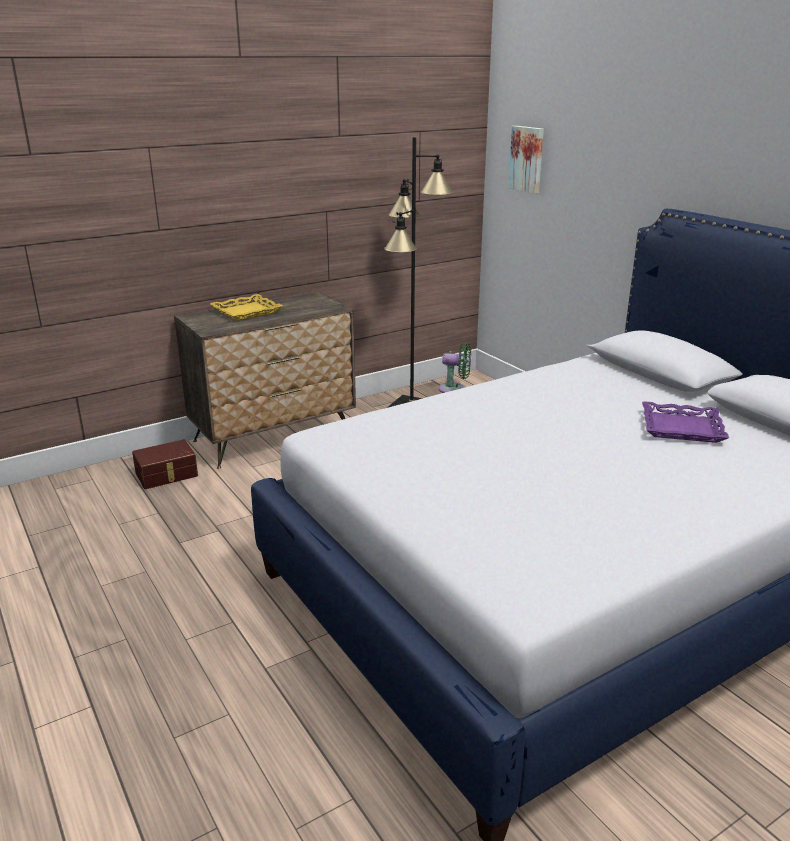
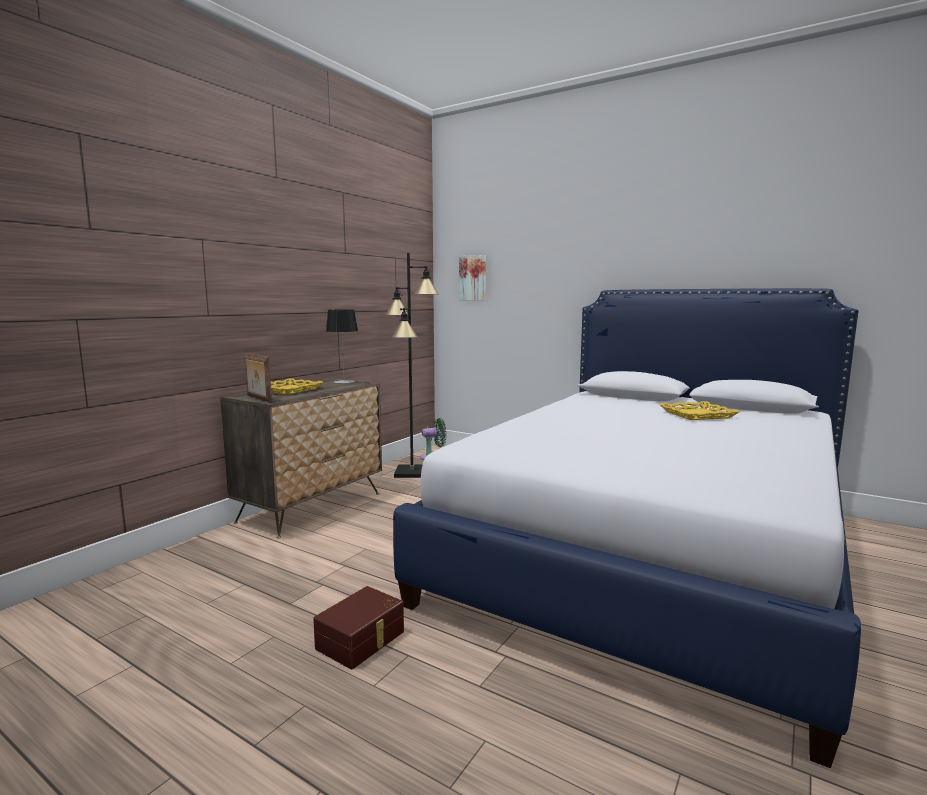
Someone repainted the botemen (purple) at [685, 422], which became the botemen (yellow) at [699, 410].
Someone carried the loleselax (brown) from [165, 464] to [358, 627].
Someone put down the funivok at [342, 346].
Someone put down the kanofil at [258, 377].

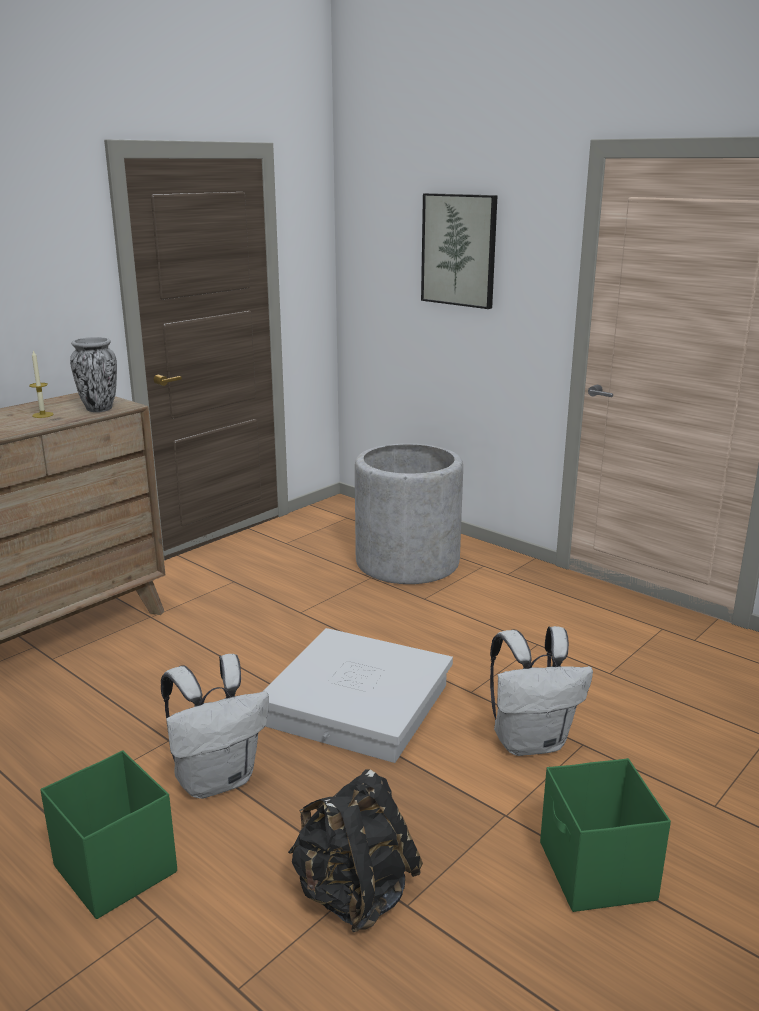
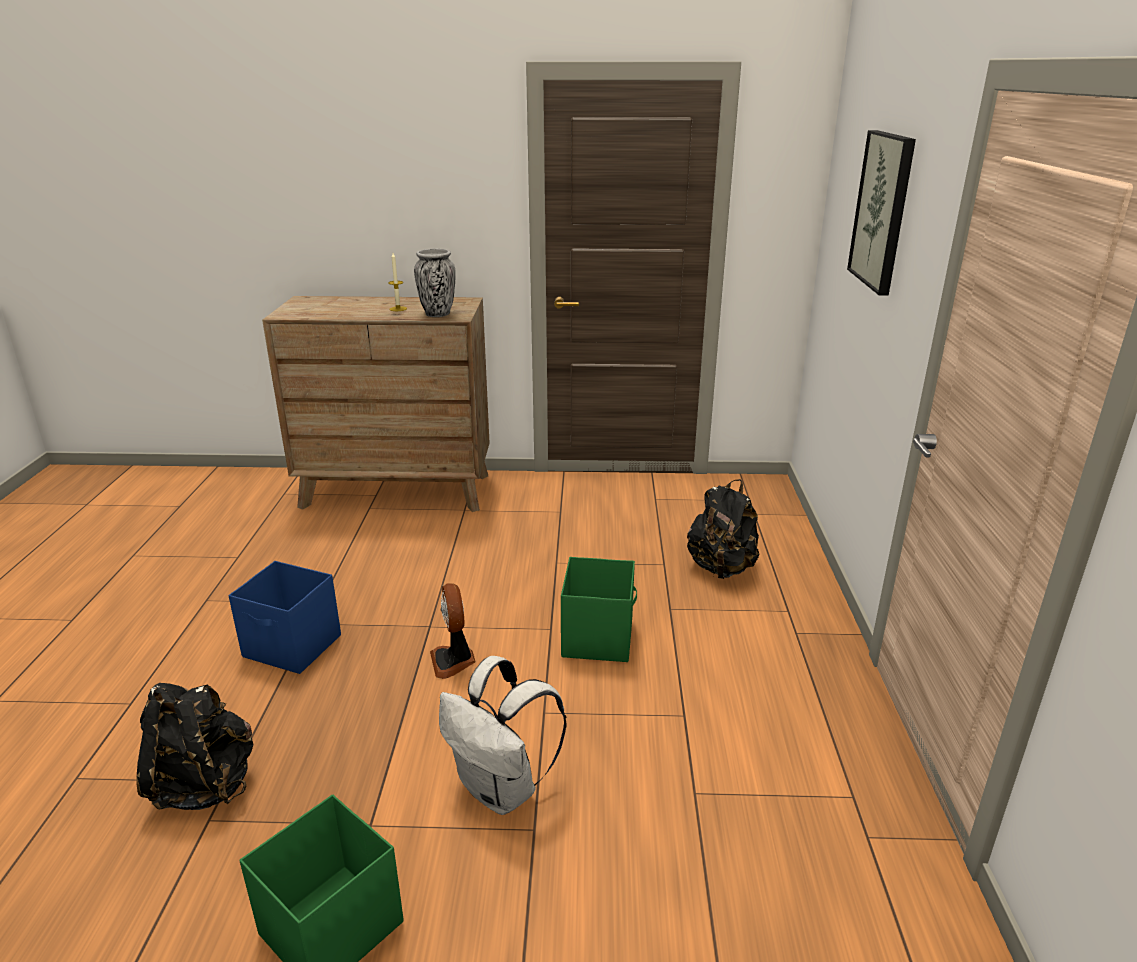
Someone swapped the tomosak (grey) at [409, 513] for the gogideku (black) at [723, 529].
Someone swapped the loleselax (white) at [358, 695] for the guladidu at [453, 631].
Someone swapped the gogideku (white) at [215, 726] for the loleselax (blue) at [284, 617].
Someone carried the loleselax (green) from [108, 834] to [599, 609].

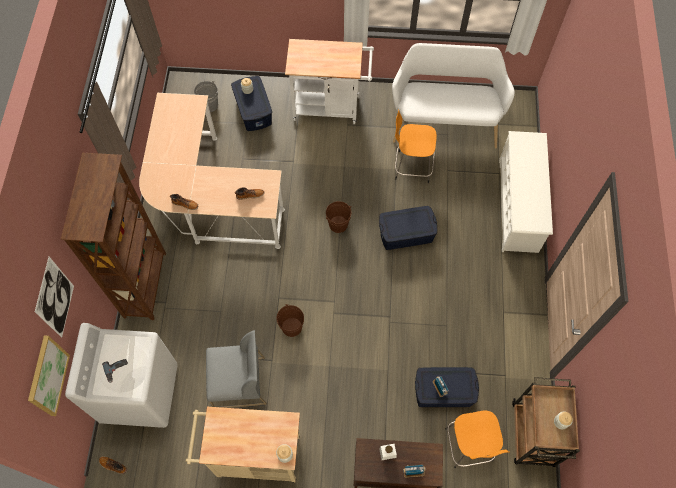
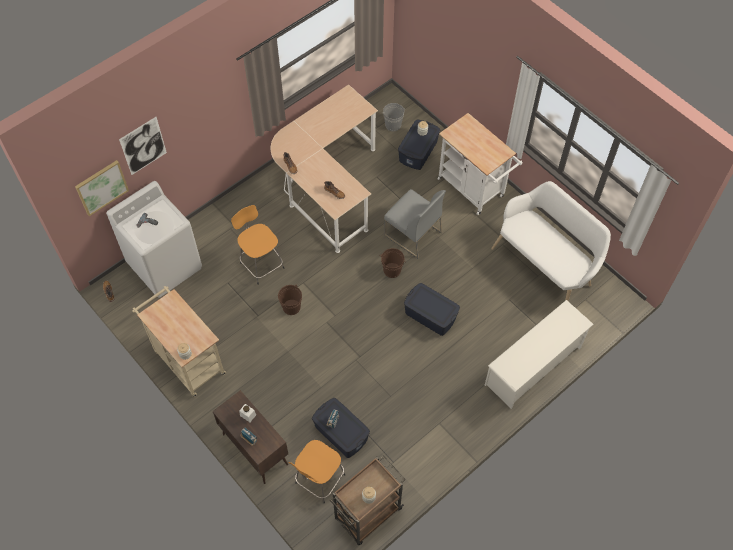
Someone carried the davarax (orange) from [416, 146] to [257, 245].
Someone took away the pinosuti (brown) at [113, 236].
Someone carried the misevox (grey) from [236, 369] to [415, 223].

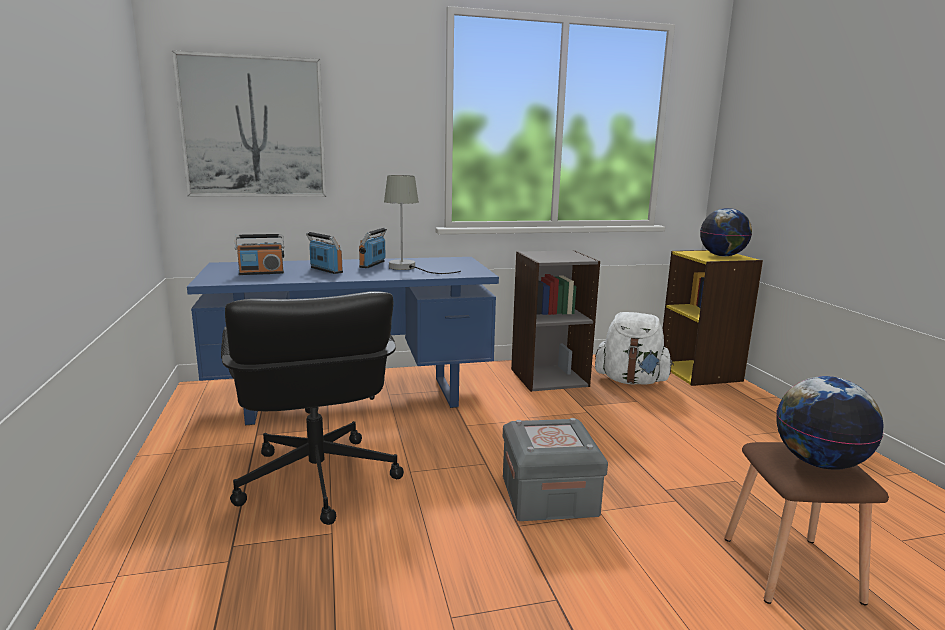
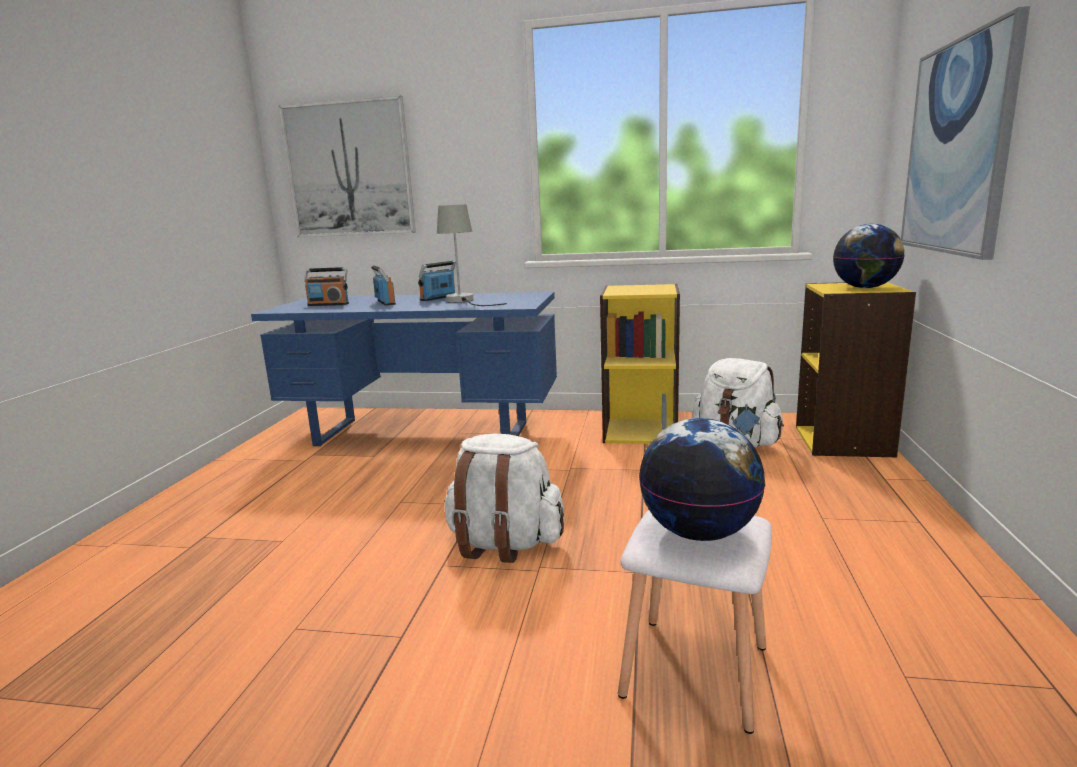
Someone repainted the pinosuti (grey) at [555, 321], which became the pinosuti (yellow) at [640, 364].
Someone took away the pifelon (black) at [312, 408].
Someone swapped the loleselax (grey) at [555, 469] for the gogideku (white) at [504, 498].
Someone repainted the davarax (brown) at [806, 524], which became the davarax (white) at [695, 621].
Someone put up the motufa at [965, 133].

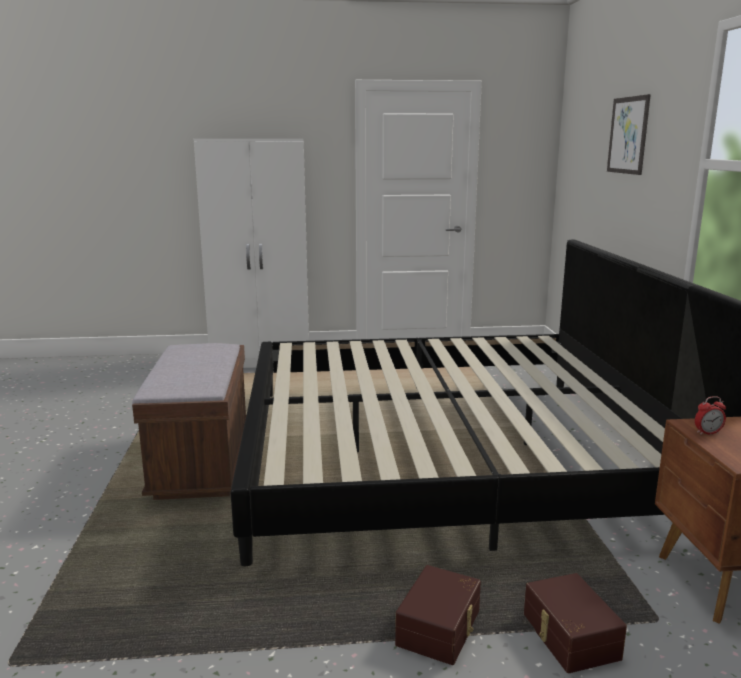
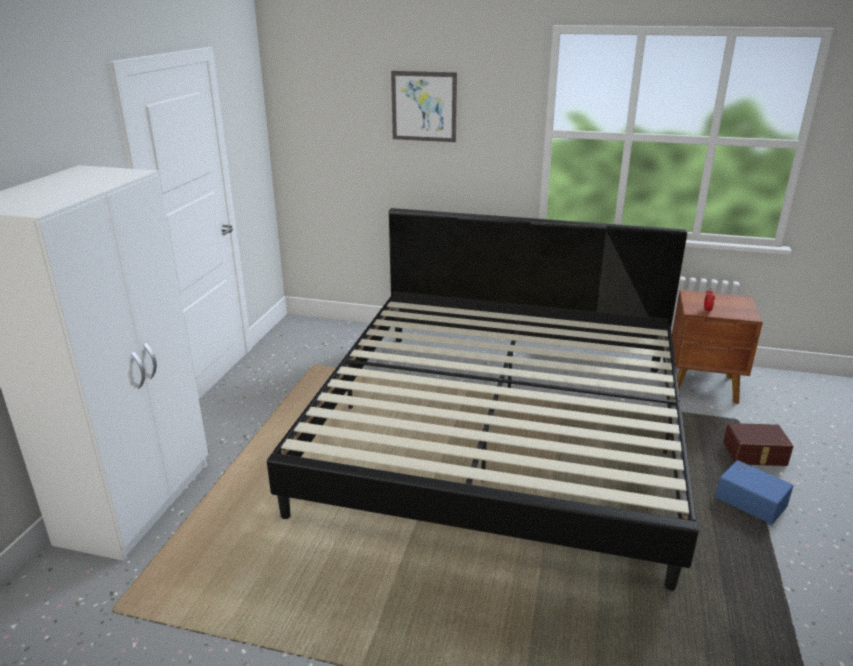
Someone took away the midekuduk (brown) at [189, 421].
Someone repainted the loleselax (brown) at [438, 615], which became the loleselax (blue) at [754, 492].

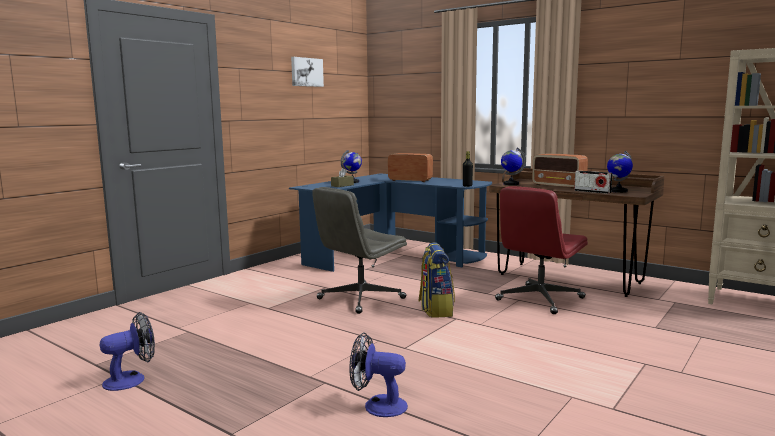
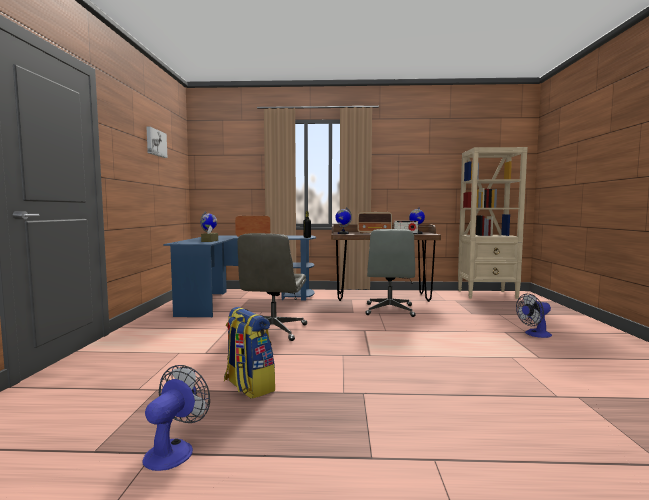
Someone repainted the pifelon (red) at [541, 250], which became the pifelon (grey) at [391, 273].
Someone carried the gogideku from [437, 280] to [249, 353].
Someone carried the guladidu from [379, 374] to [534, 316].

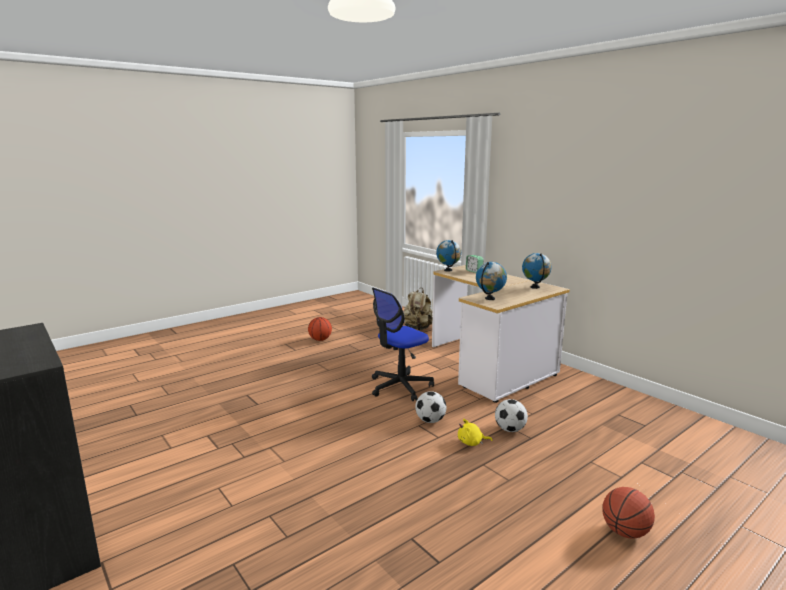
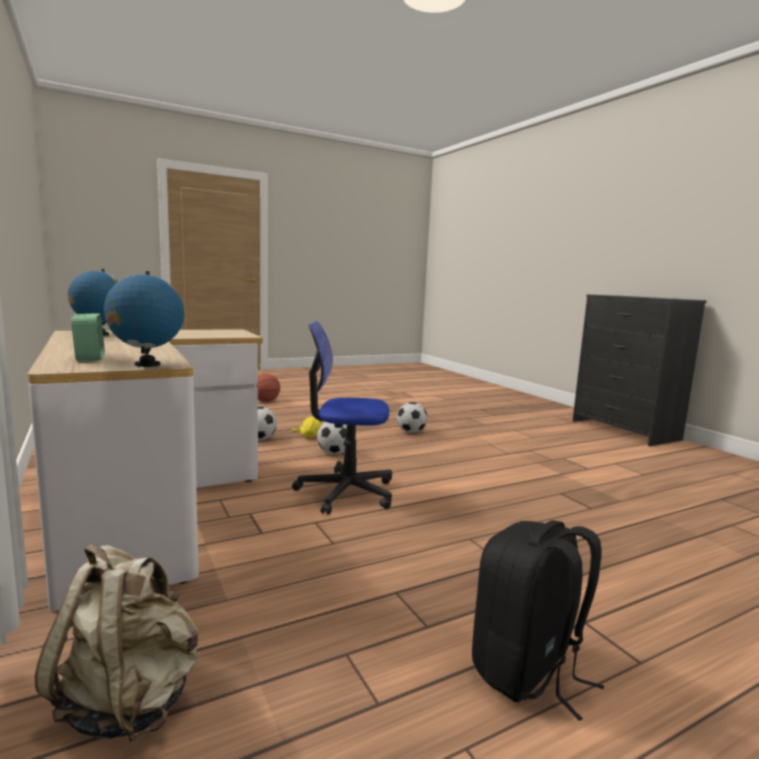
Someone took away the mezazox at [491, 281].
Someone rotated the pifelon at [403, 344] by 150 degrees counterclockwise.
Someone swapped the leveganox at [320, 329] for the gogideku (black) at [538, 620].
Someone put down the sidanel at [412, 417].

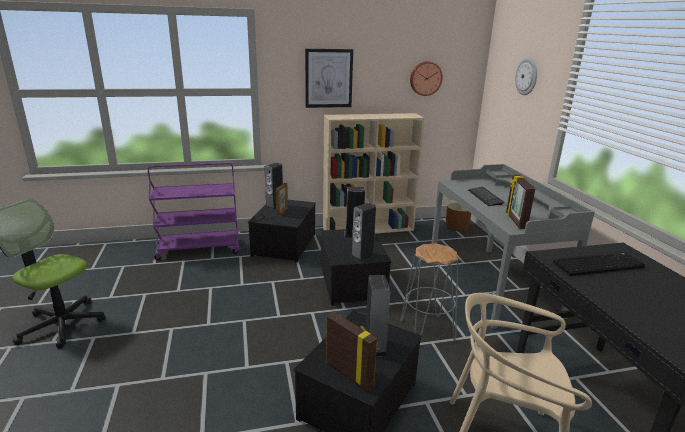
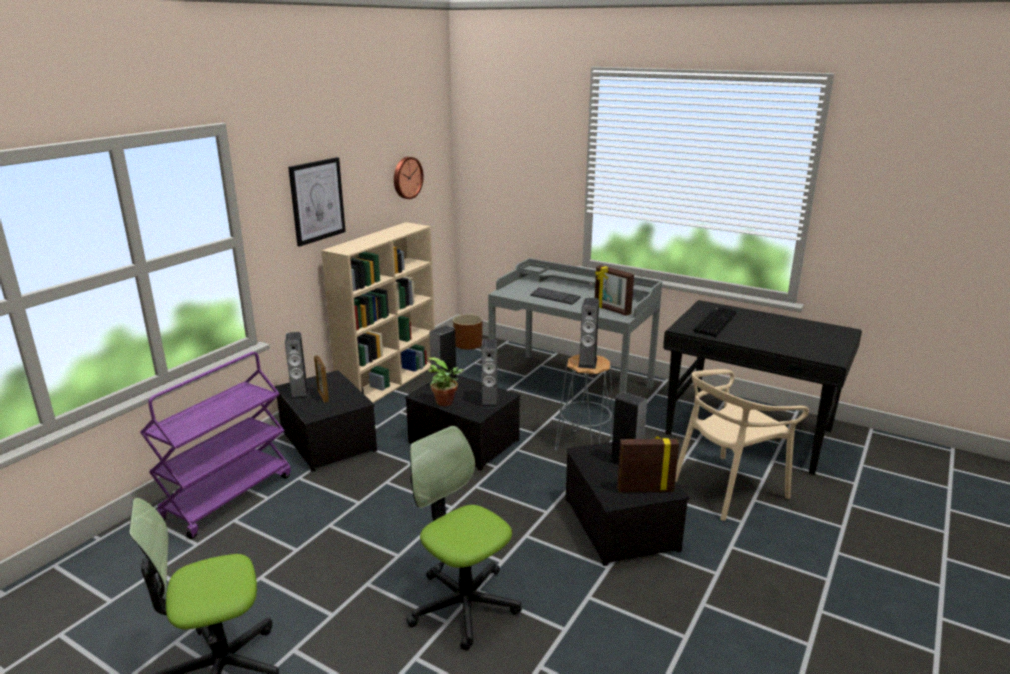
Someone took away the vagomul at [526, 76].
Someone put down the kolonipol at [588, 333].
Someone put down the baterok at [445, 381].
Someone put down the pifelon at [464, 538].

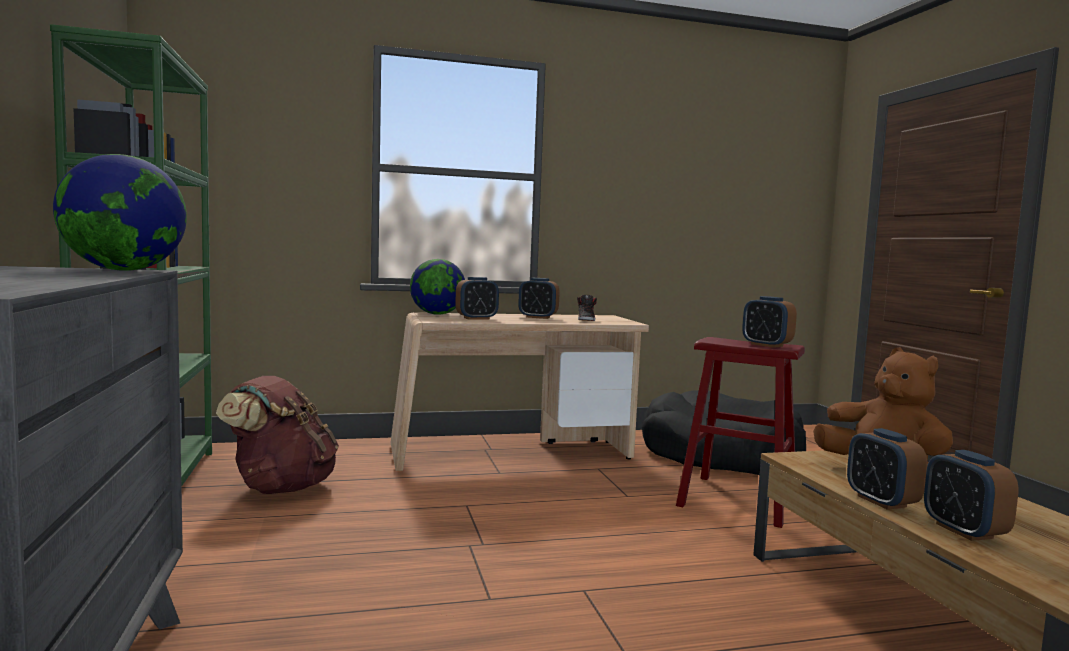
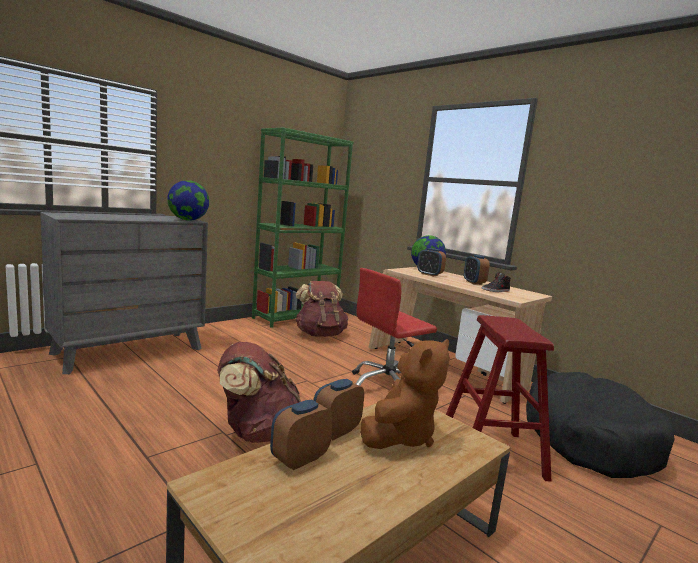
Someone took away the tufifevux at [769, 322].
Someone put down the pifelon (red) at [394, 327].
Someone put down the gogideku (brown) at [259, 392].

